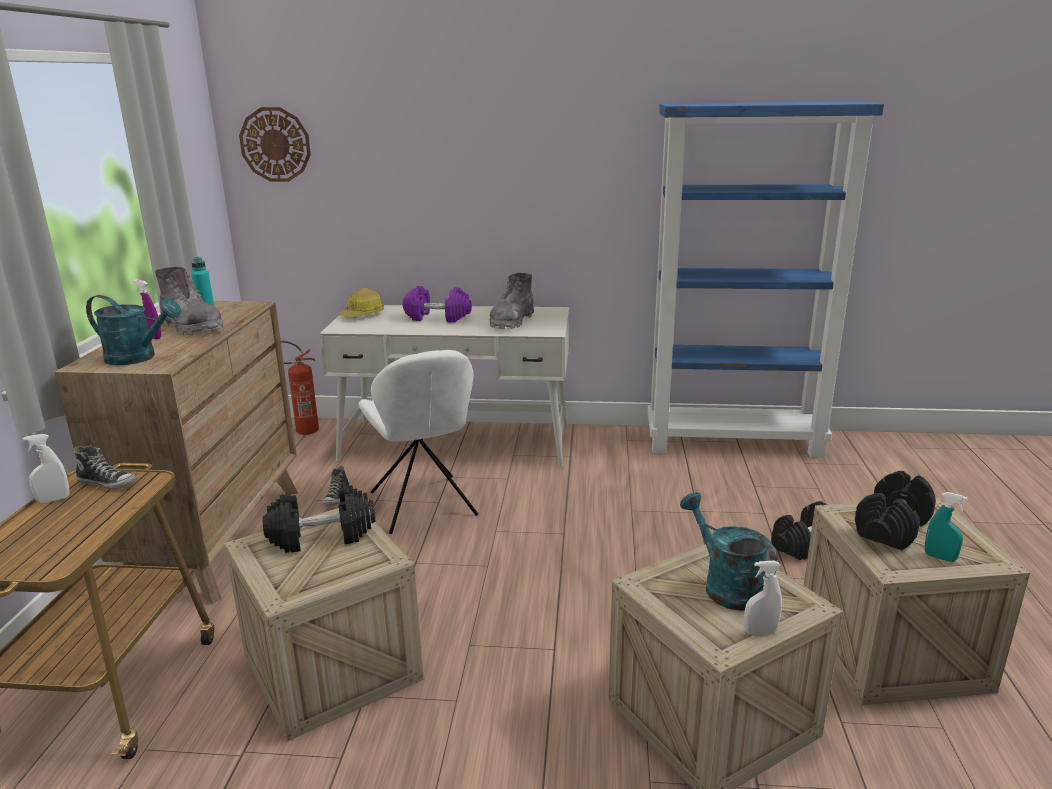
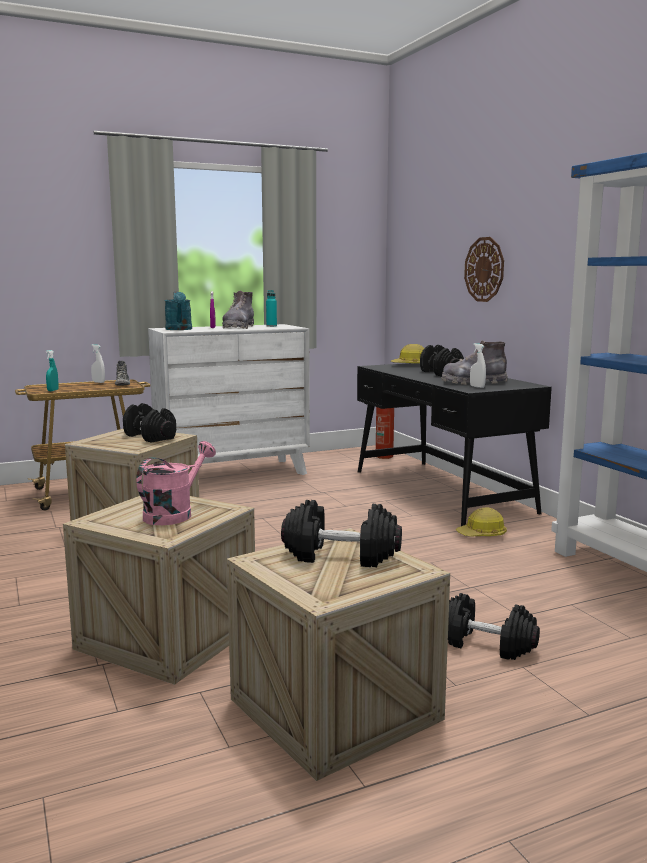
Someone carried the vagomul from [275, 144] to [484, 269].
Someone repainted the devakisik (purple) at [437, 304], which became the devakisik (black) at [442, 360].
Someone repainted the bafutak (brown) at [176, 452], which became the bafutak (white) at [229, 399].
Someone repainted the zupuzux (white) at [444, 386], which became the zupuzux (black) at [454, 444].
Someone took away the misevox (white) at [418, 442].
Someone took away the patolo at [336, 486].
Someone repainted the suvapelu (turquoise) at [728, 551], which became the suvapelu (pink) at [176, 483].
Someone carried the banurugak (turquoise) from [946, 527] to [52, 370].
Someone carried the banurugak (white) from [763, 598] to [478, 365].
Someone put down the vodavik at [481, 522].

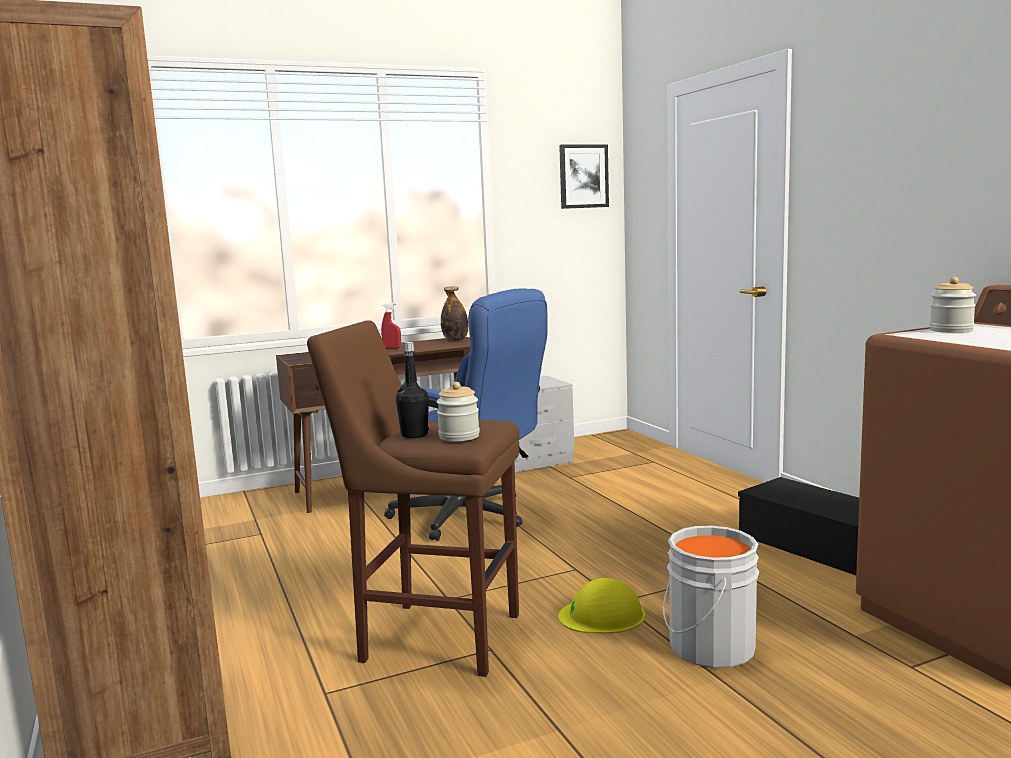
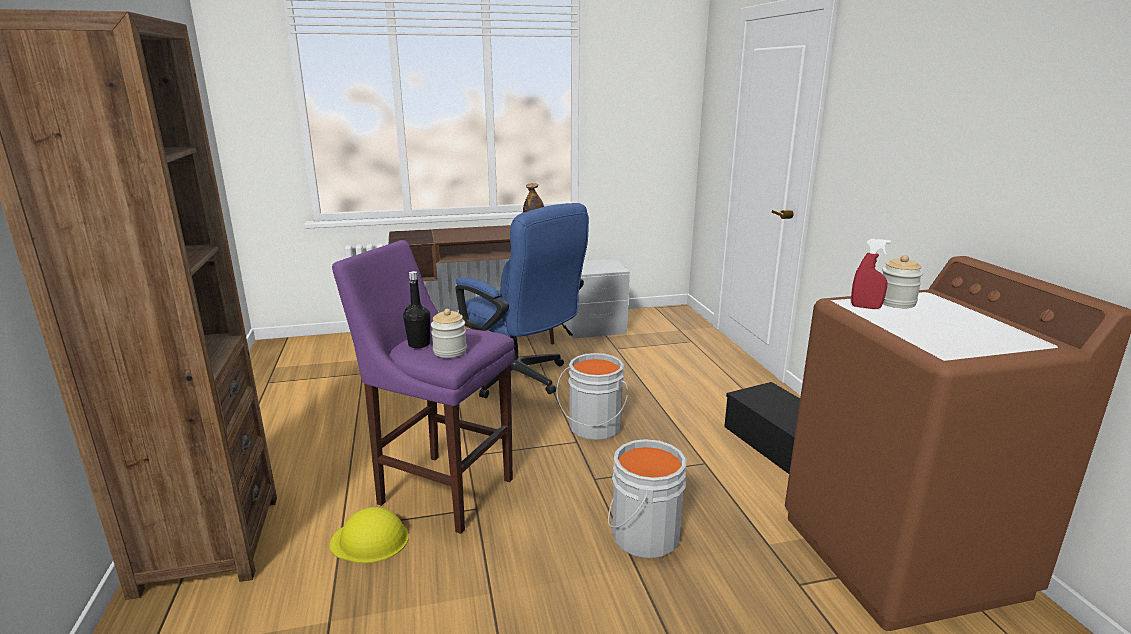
Someone took away the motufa at [584, 176].
Someone carried the banurugak (red) from [391, 325] to [871, 274].
Someone repainted the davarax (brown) at [413, 498], which became the davarax (purple) at [423, 387].
Someone carried the vodavik (yellow) from [601, 606] to [369, 535].
Someone put down the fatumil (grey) at [592, 396].

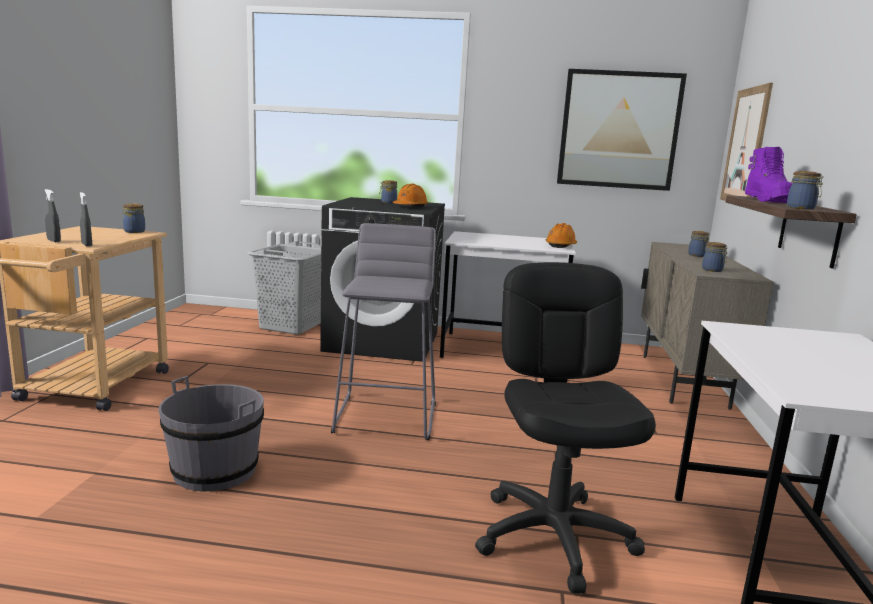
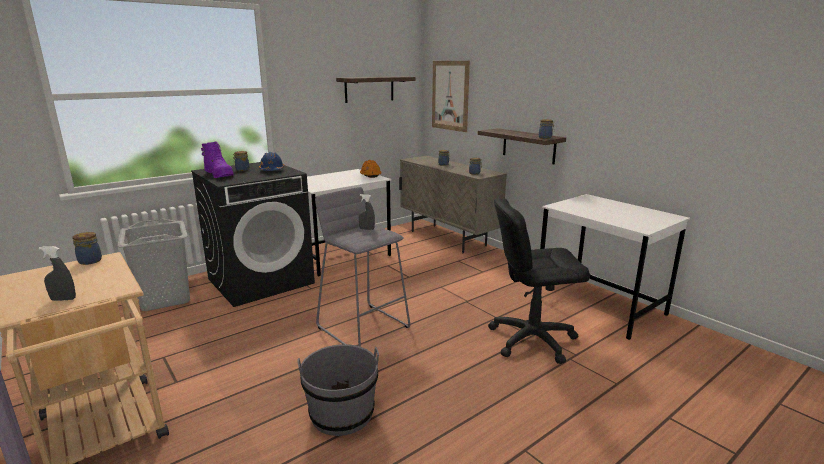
Someone swapped the motufa at [622, 130] for the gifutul at [375, 89].
Someone carried the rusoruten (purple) from [769, 175] to [217, 159].
Someone repainted the vodavik (orange) at [410, 195], which became the vodavik (blue) at [271, 161].
Someone carried the banurugak (grey) from [86, 219] to [367, 212].
Someone rotated the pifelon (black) at [565, 427] by 45 degrees counterclockwise.

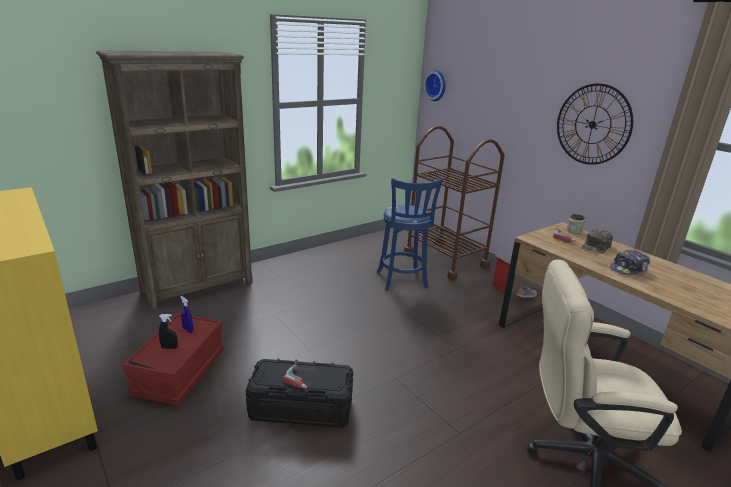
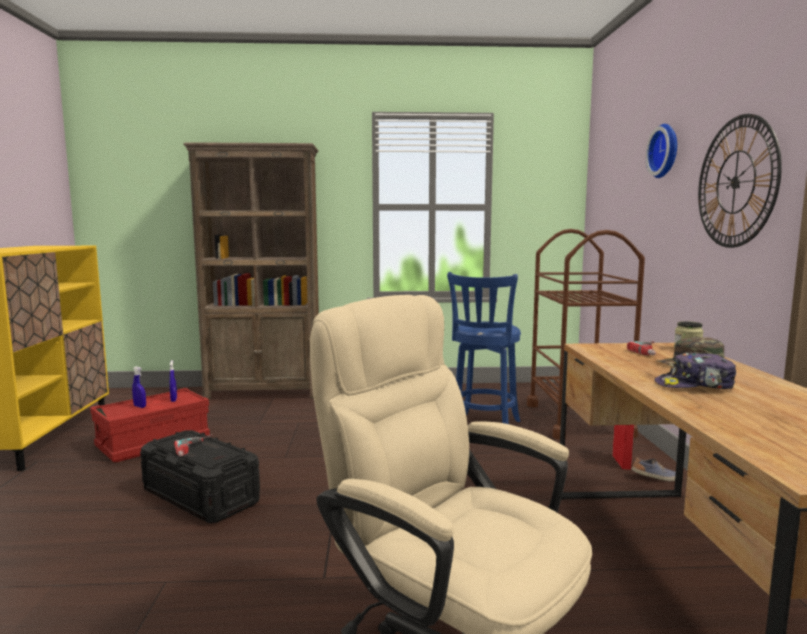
Someone carried the vagomul from [435, 85] to [661, 151].
Someone repainted the banurugak (black) at [168, 331], which became the banurugak (blue) at [139, 387].

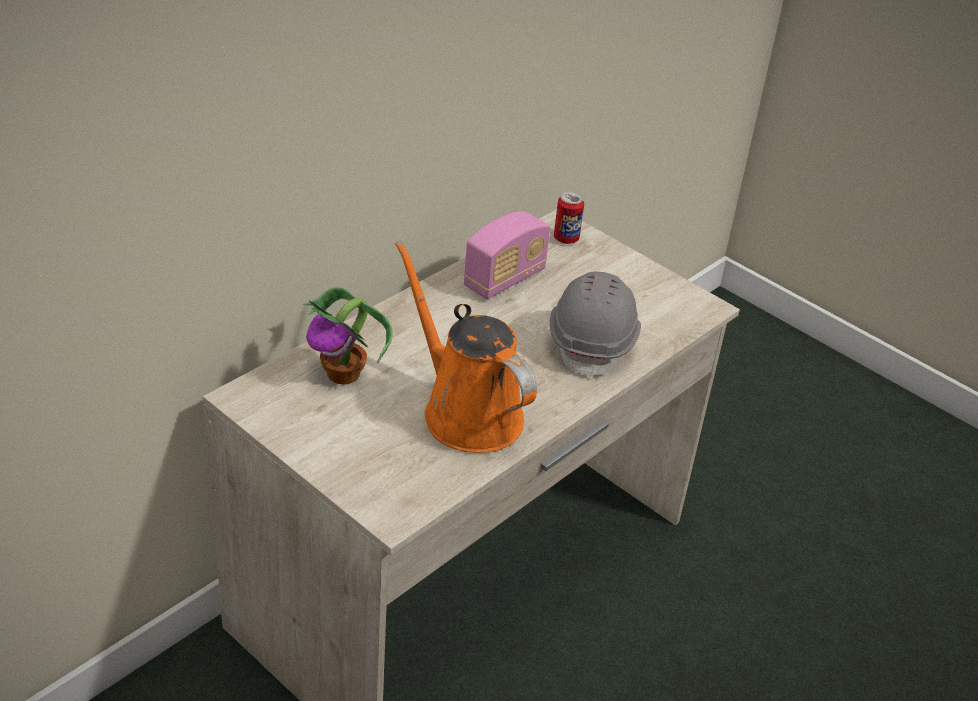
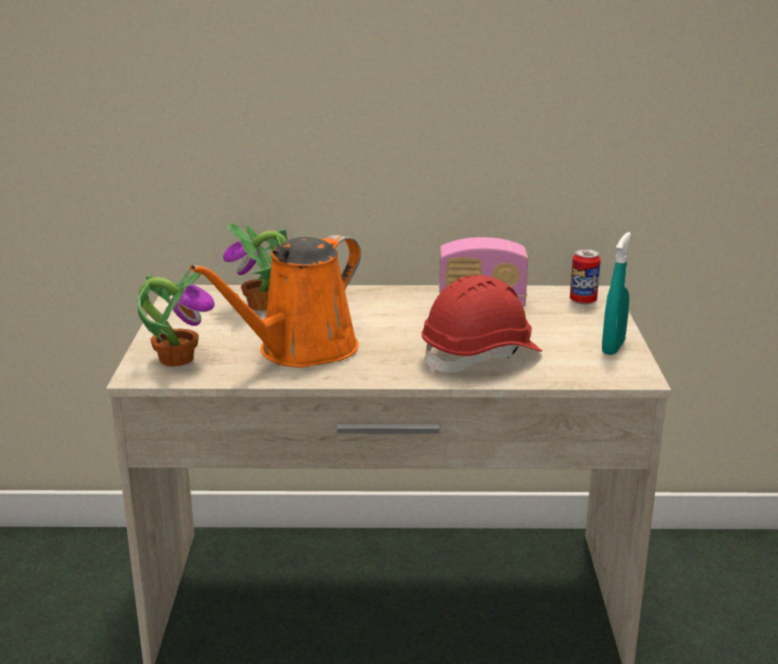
Someone rotated the suvapelu (orange) at [466, 346] by 150 degrees counterclockwise.
Someone repainted the vodavik (grey) at [595, 326], which became the vodavik (red) at [481, 324].
Someone put down the banurugak (turquoise) at [616, 293].
Someone put down the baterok at [176, 317].

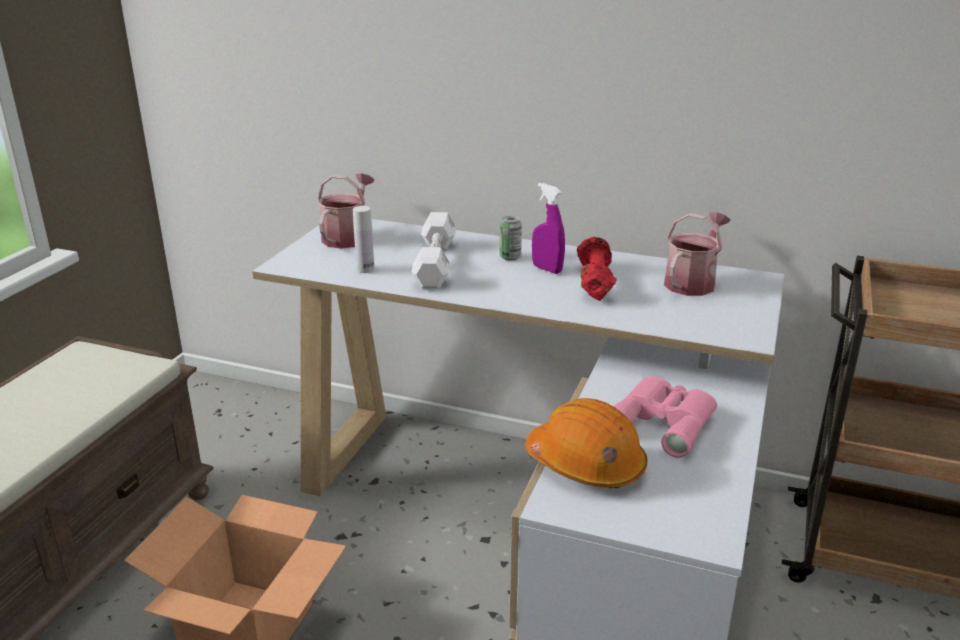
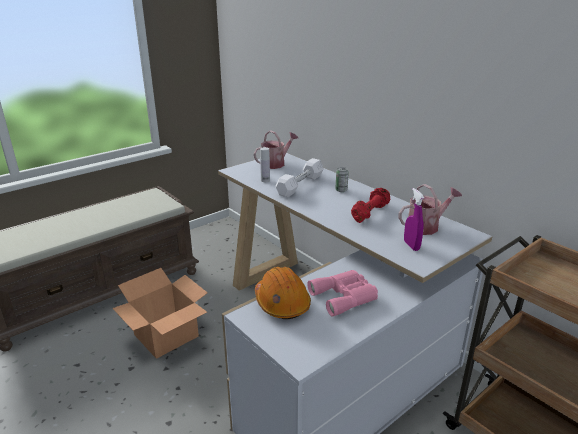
Someone carried the banurugak (purple) from [548, 228] to [414, 219].

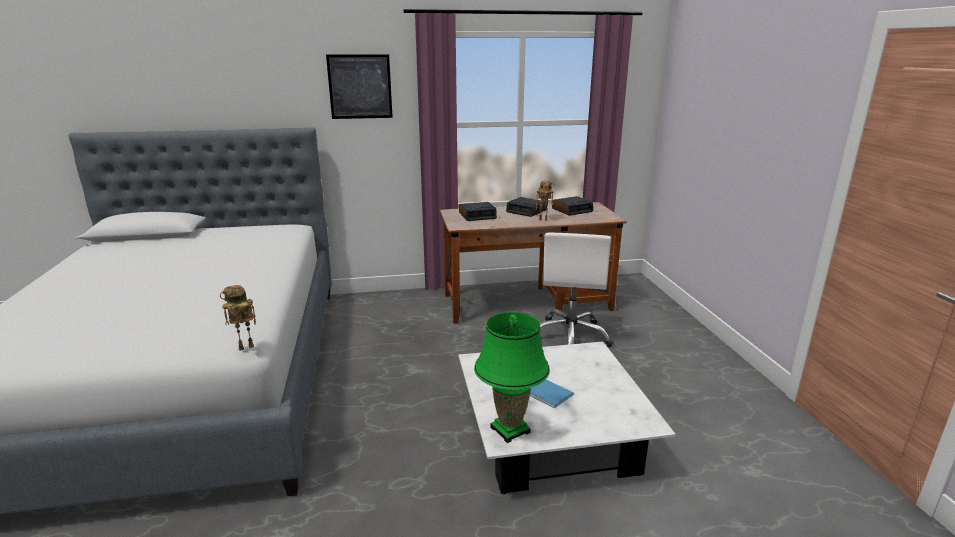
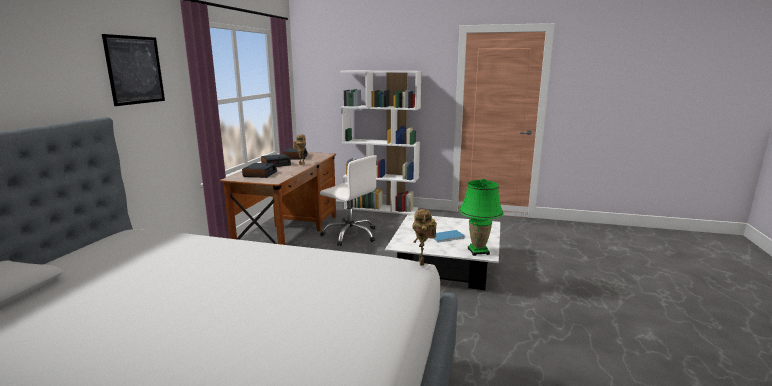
Someone put down the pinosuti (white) at [381, 143].

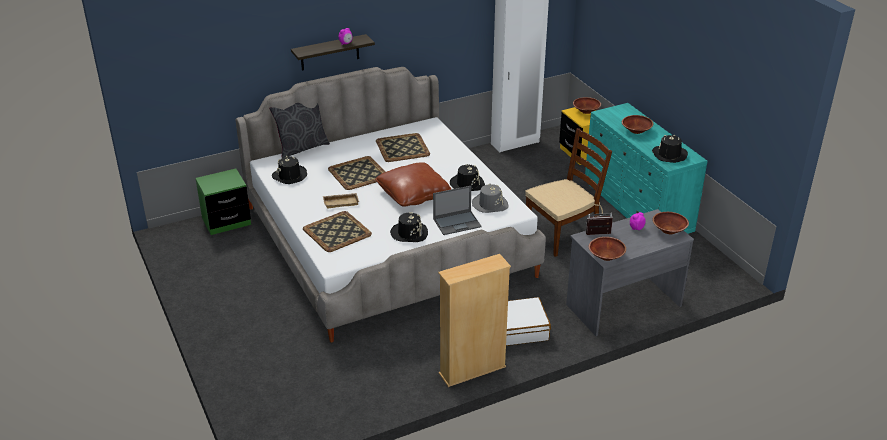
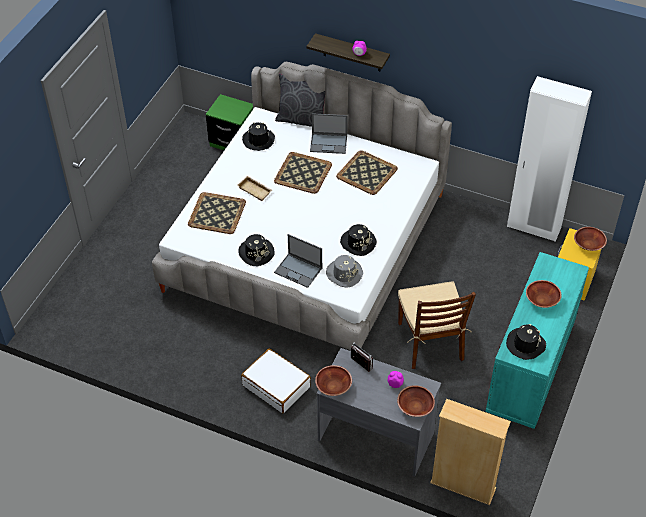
Someone rotated the misevox (brown) at [568, 192] by 60 degrees clockwise.
Someone took away the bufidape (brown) at [413, 184].
Someone carried the pinosuti (beige) from [474, 320] to [470, 452].
Someone put down the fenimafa at [329, 133].

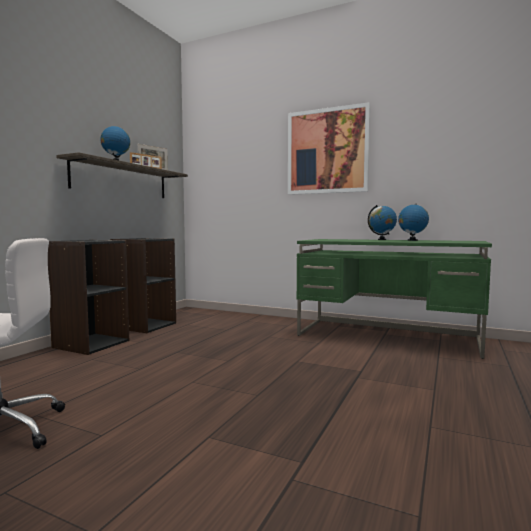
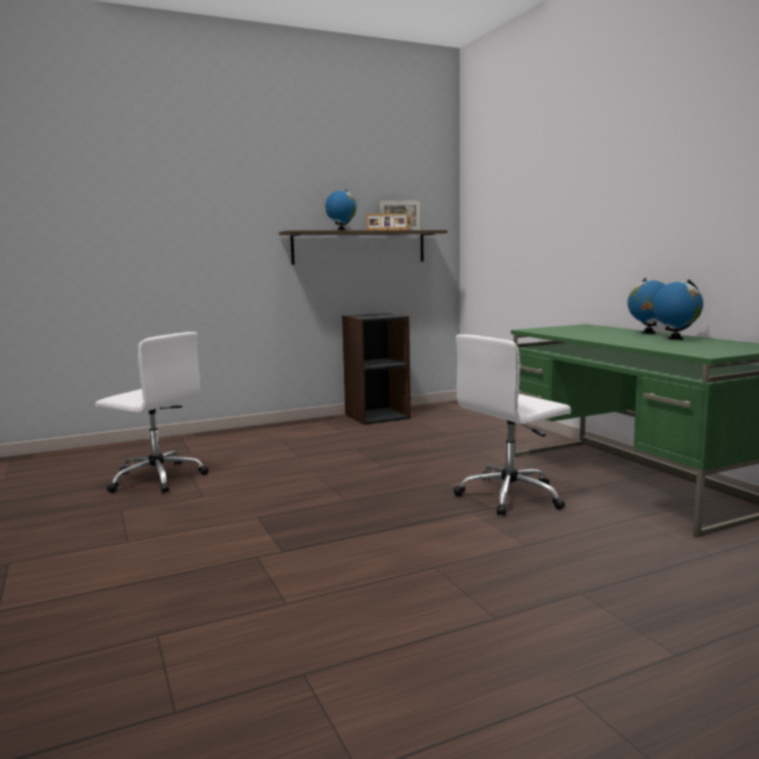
Someone took away the motufa at [329, 148].
Someone took away the pinosuti (black) at [88, 297].
Someone put down the pifelon (white) at [512, 425].

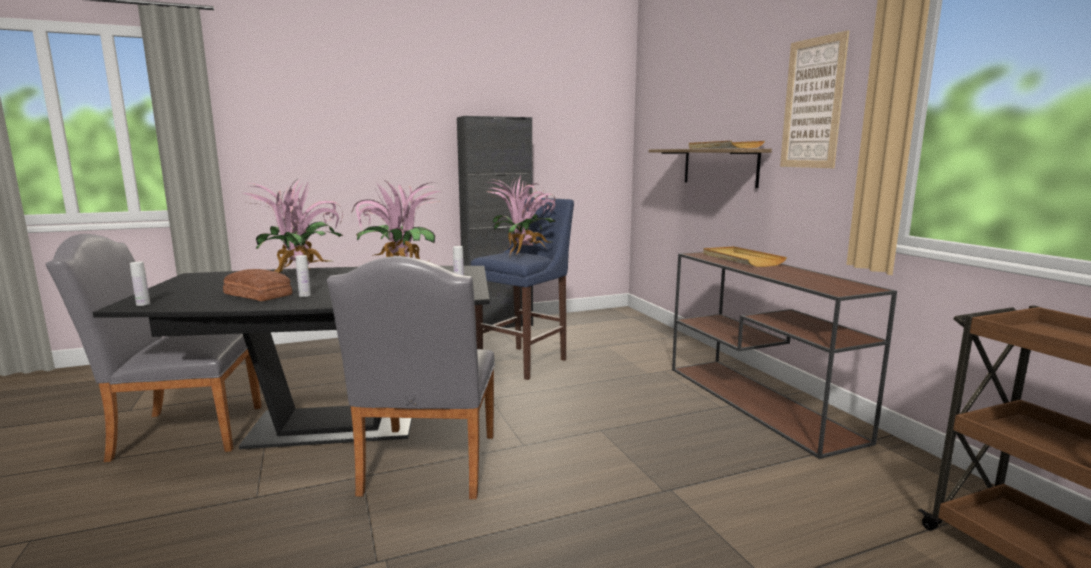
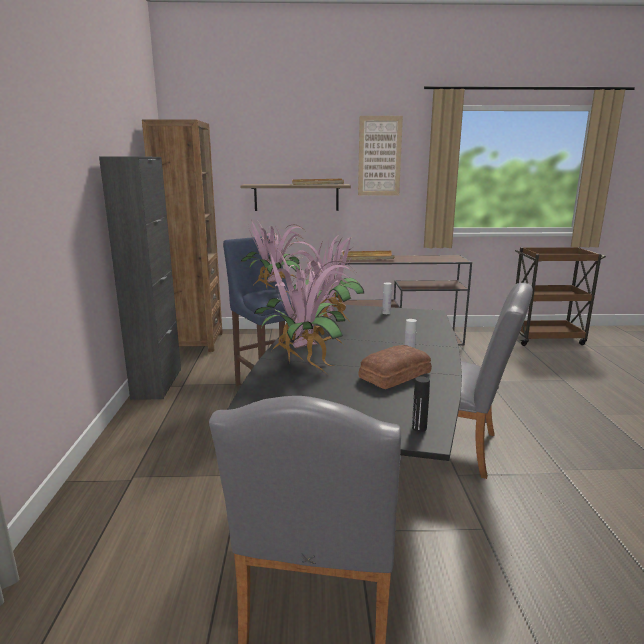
Someone repainted the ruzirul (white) at [140, 283], which became the ruzirul (black) at [421, 404].
Someone put down the pinosuti (brown) at [182, 235].

